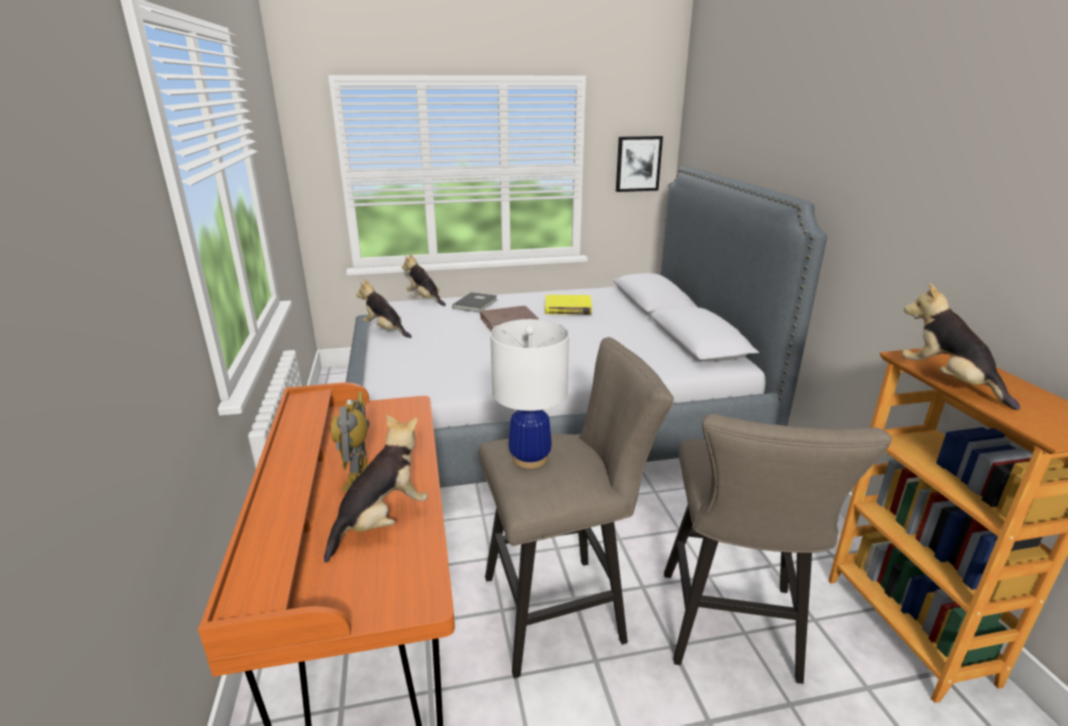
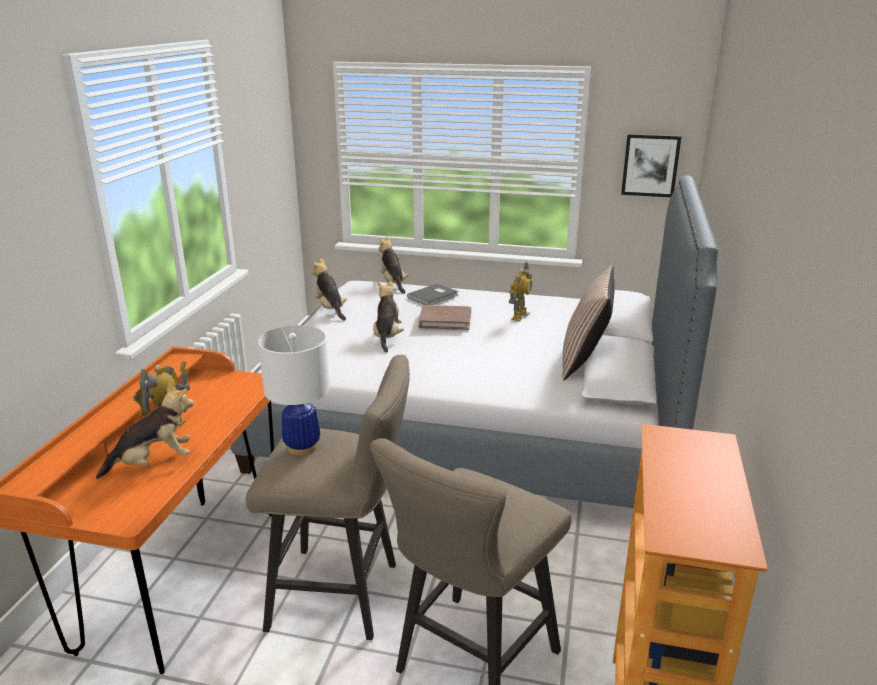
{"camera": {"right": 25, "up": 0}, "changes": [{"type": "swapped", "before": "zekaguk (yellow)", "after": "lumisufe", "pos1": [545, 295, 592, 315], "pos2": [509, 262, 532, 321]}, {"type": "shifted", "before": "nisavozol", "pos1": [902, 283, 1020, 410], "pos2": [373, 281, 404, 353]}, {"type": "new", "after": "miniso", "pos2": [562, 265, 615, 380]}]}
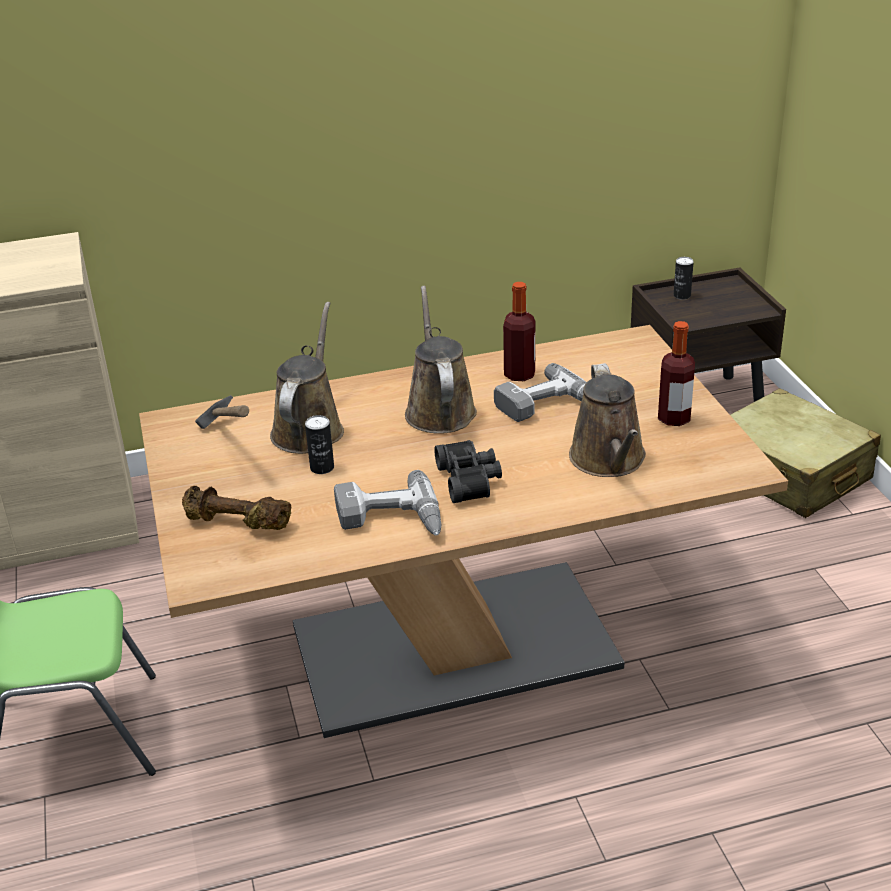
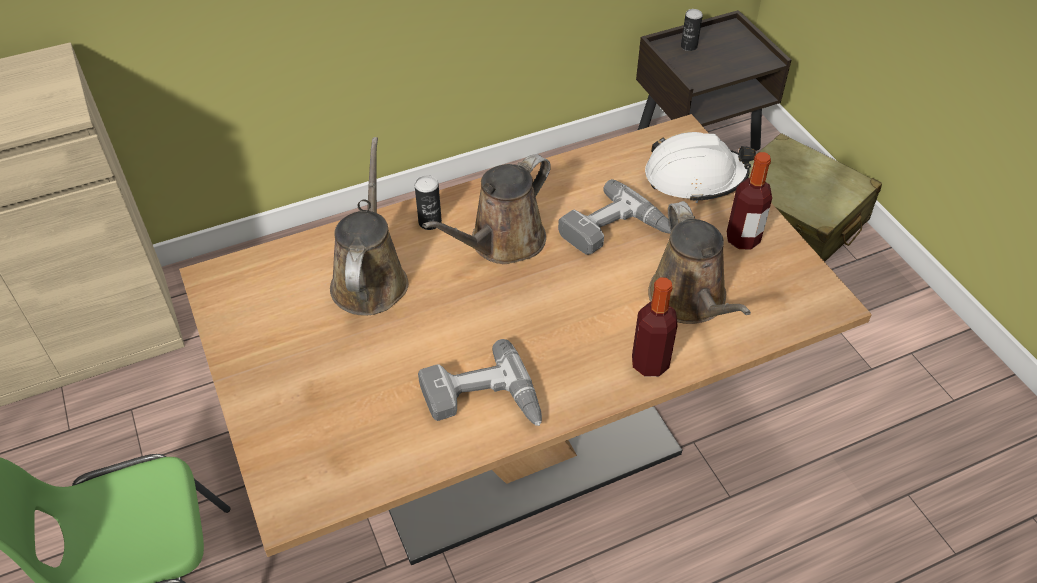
{"camera": {"right": -10, "up": 15}, "changes": [{"type": "gone", "before": "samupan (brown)", "pos1": [182, 486, 291, 530]}, {"type": "gone", "before": "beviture", "pos1": [195, 395, 249, 429]}, {"type": "shifted", "before": "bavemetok", "pos1": [305, 415, 334, 474], "pos2": [415, 175, 442, 230]}, {"type": "rotated", "before": "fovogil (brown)", "pos1": [405, 286, 477, 434], "pos2": [423, 154, 551, 264], "turn": -120}, {"type": "gone", "before": "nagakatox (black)", "pos1": [434, 440, 502, 503]}, {"type": "shifted", "before": "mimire", "pos1": [503, 282, 536, 381], "pos2": [632, 278, 678, 377]}, {"type": "new", "after": "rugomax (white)", "pos2": [645, 132, 756, 203]}]}
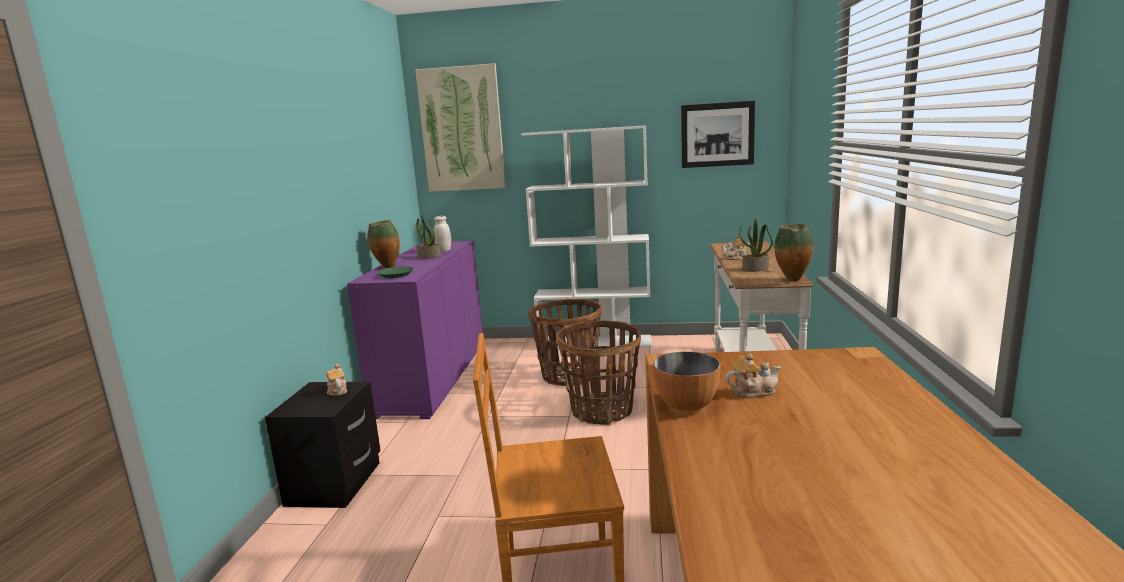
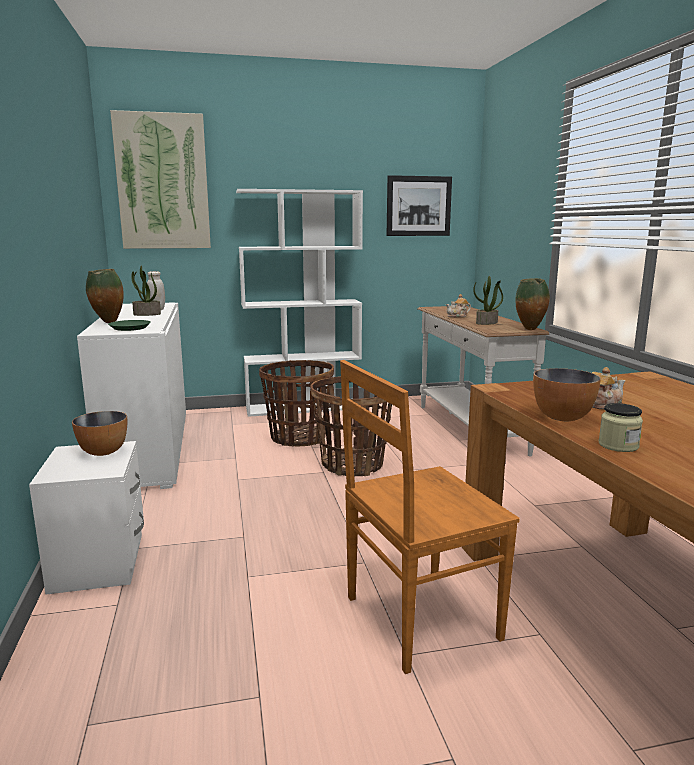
{"camera": {"right": -20, "up": 0}, "changes": [{"type": "repainted", "before": "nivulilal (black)", "after": "nivulilal (white)", "pos1": [265, 382, 381, 508], "pos2": [29, 441, 144, 595]}, {"type": "swapped", "before": "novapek", "after": "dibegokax", "pos1": [326, 363, 347, 396], "pos2": [72, 411, 127, 456]}, {"type": "repainted", "before": "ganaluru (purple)", "after": "ganaluru (white)", "pos1": [347, 241, 483, 419], "pos2": [77, 302, 186, 489]}, {"type": "new", "after": "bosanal", "pos2": [599, 403, 643, 452]}]}
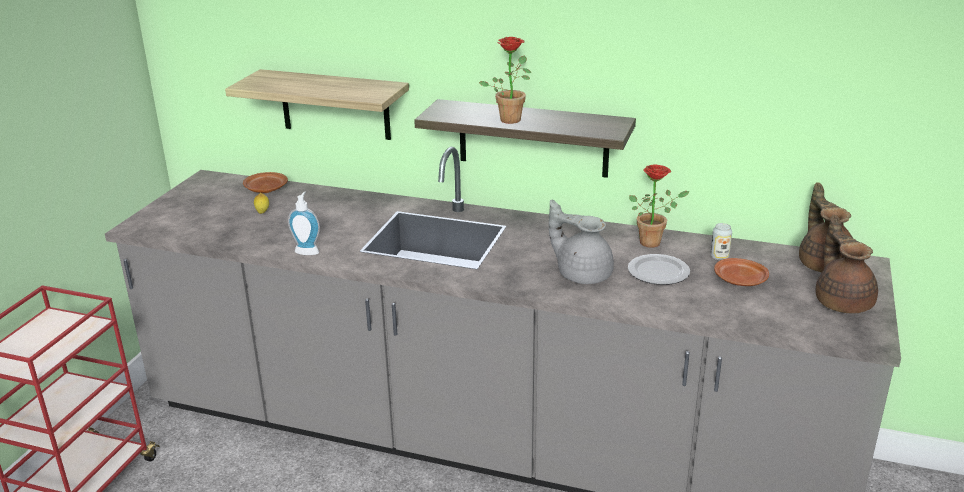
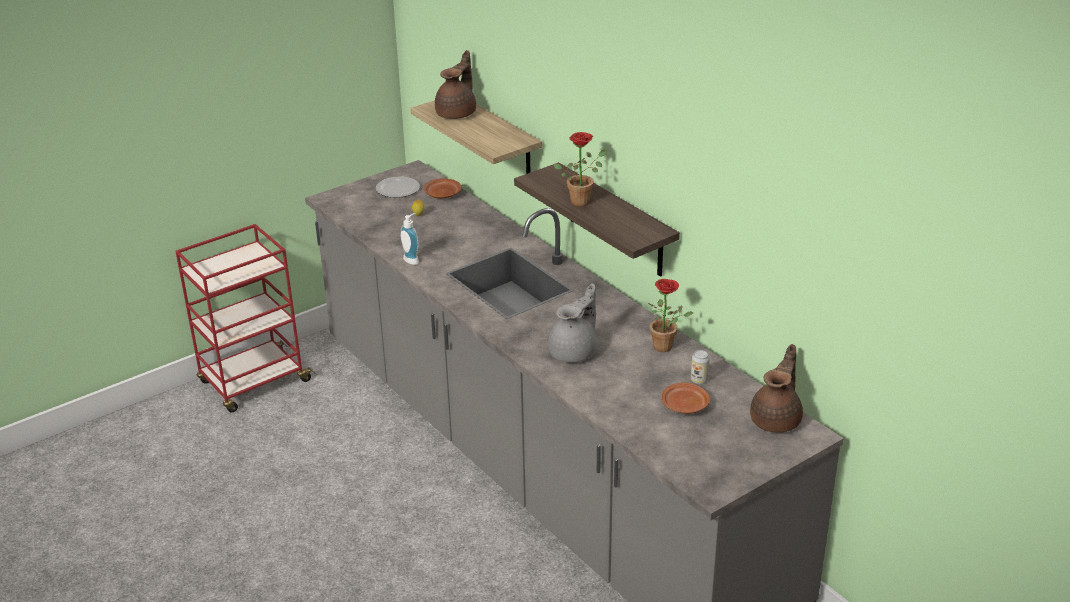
{"camera": {"right": 35, "up": 5}, "changes": [{"type": "rotated", "before": "novapek (grey)", "pos1": [549, 200, 614, 284], "pos2": [548, 283, 596, 363], "turn": 60}, {"type": "shifted", "before": "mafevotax", "pos1": [628, 254, 690, 285], "pos2": [376, 177, 420, 198]}, {"type": "shifted", "before": "novapek (brown)", "pos1": [815, 215, 878, 314], "pos2": [435, 50, 476, 119]}]}
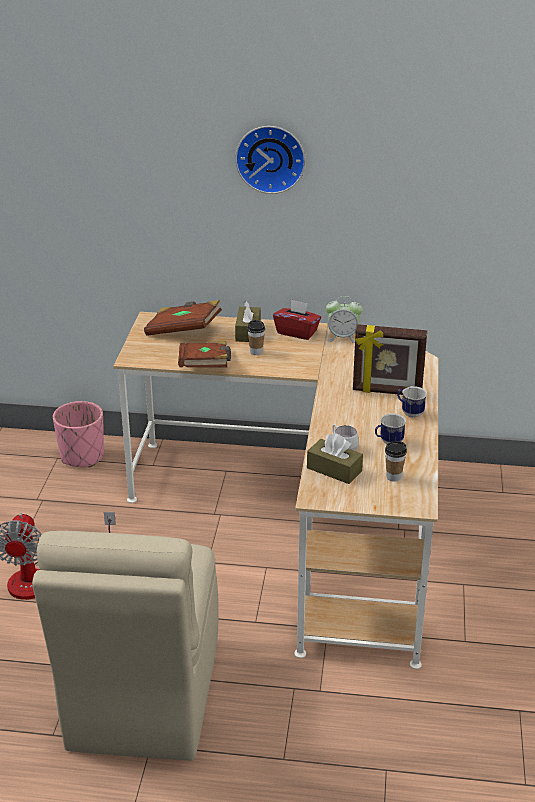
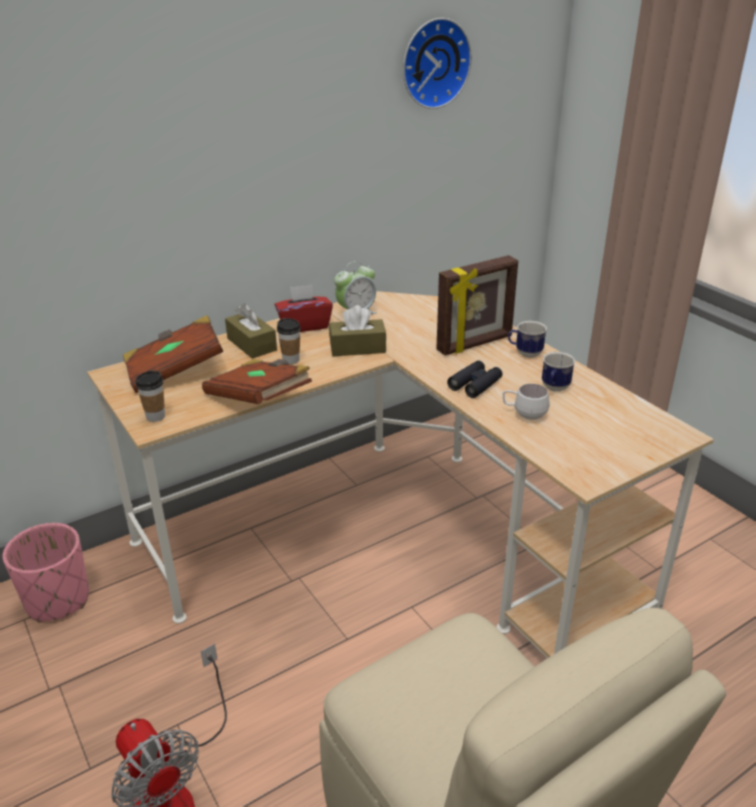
{"camera": {"right": -40, "up": 0}, "changes": [{"type": "shifted", "before": "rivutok", "pos1": [235, 126, 305, 194], "pos2": [403, 18, 472, 109]}, {"type": "shifted", "before": "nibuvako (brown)", "pos1": [307, 433, 363, 484], "pos2": [329, 305, 387, 356]}, {"type": "shifted", "before": "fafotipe", "pos1": [385, 441, 407, 482], "pos2": [136, 371, 165, 422]}, {"type": "new", "after": "nagakatox (black)", "pos2": [447, 360, 503, 398]}]}
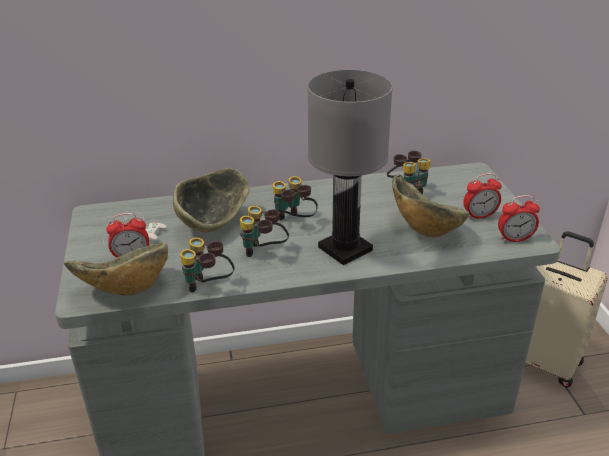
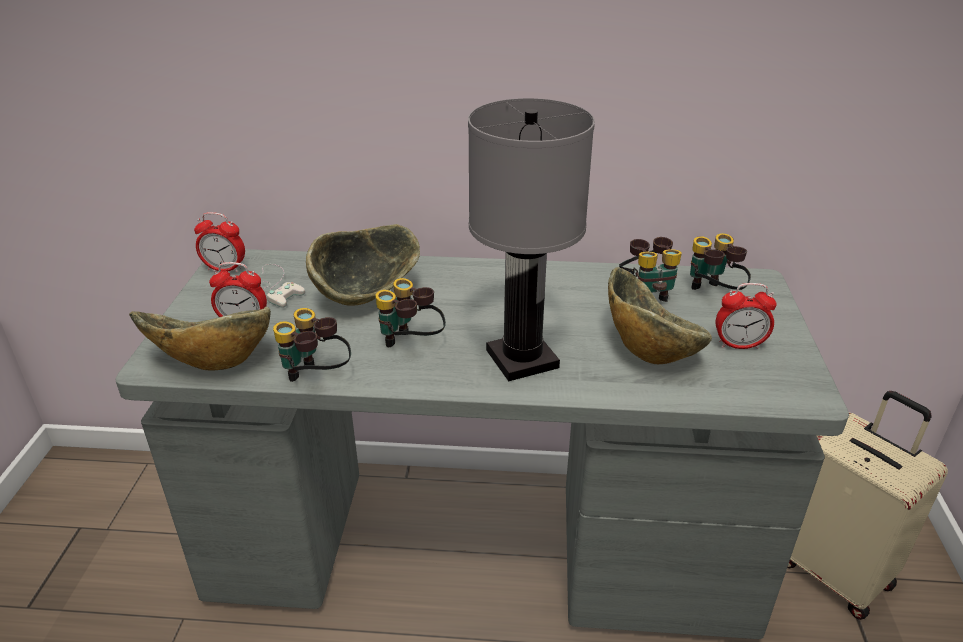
{"camera": {"right": 15, "up": 0}, "changes": [{"type": "shifted", "before": "nagakatox", "pos1": [273, 176, 318, 220], "pos2": [690, 233, 751, 290]}, {"type": "shifted", "before": "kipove", "pos1": [498, 195, 540, 242], "pos2": [194, 212, 245, 273]}]}
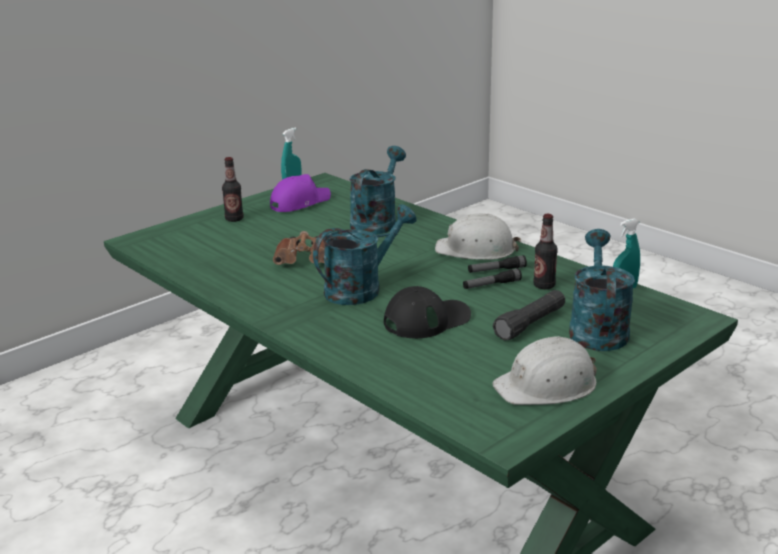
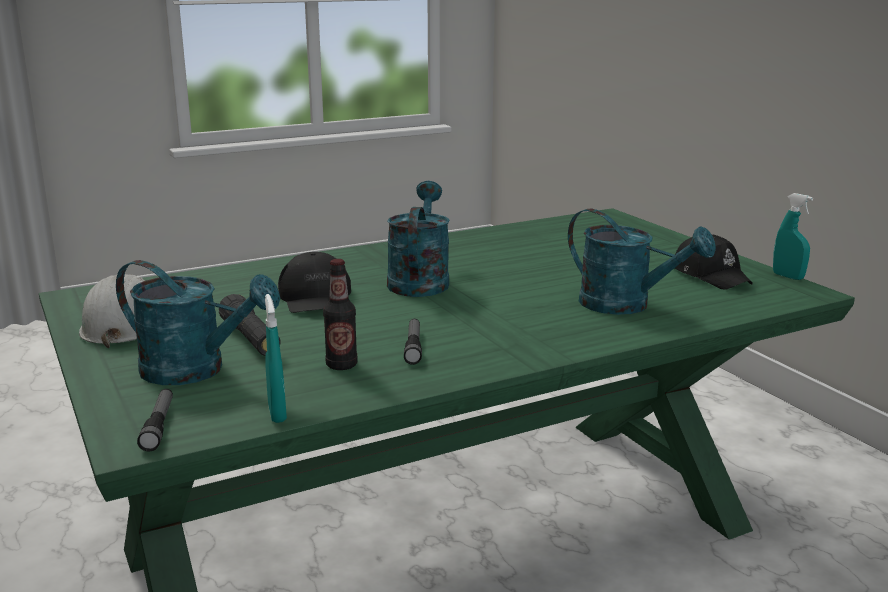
{"camera": {"right": 105, "up": -5}, "changes": [{"type": "gone", "before": "mimire", "pos1": [222, 157, 243, 222]}, {"type": "repainted", "before": "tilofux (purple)", "after": "tilofux (black)", "pos1": [270, 174, 331, 212], "pos2": [675, 234, 753, 290]}, {"type": "gone", "before": "nagakatox (brown)", "pos1": [273, 231, 325, 265]}, {"type": "rotated", "before": "fovogil (turquoise)", "pos1": [313, 205, 417, 305], "pos2": [387, 181, 450, 297], "turn": -150}, {"type": "gone", "before": "rugomax (white)", "pos1": [435, 213, 521, 260]}, {"type": "shifted", "before": "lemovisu", "pos1": [463, 268, 522, 289], "pos2": [137, 389, 173, 452]}]}
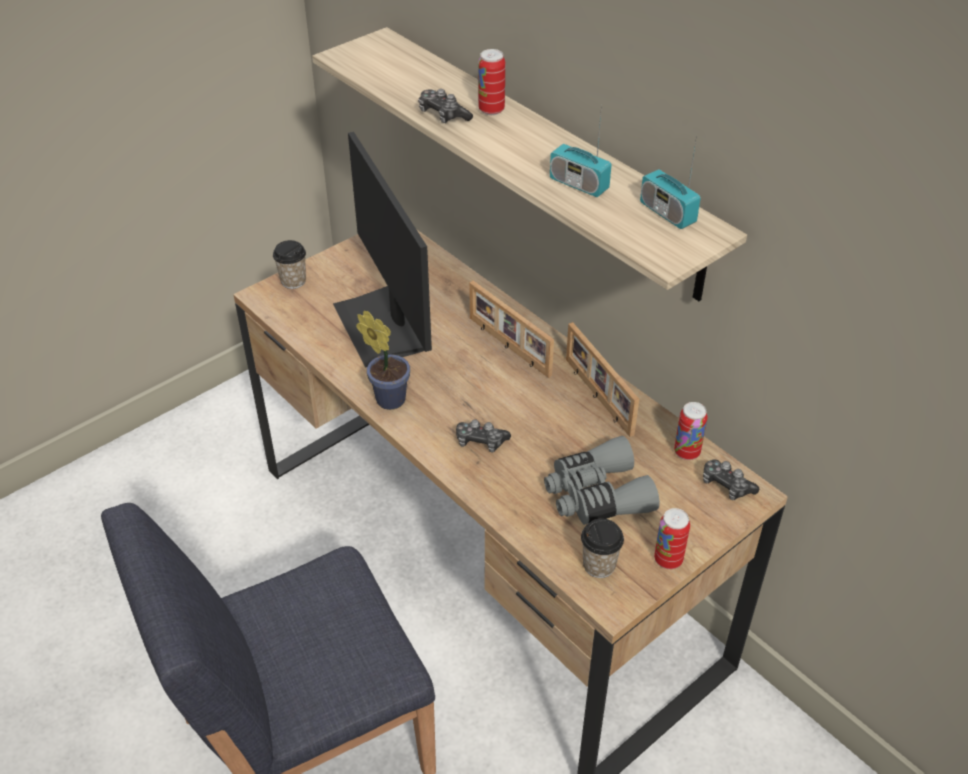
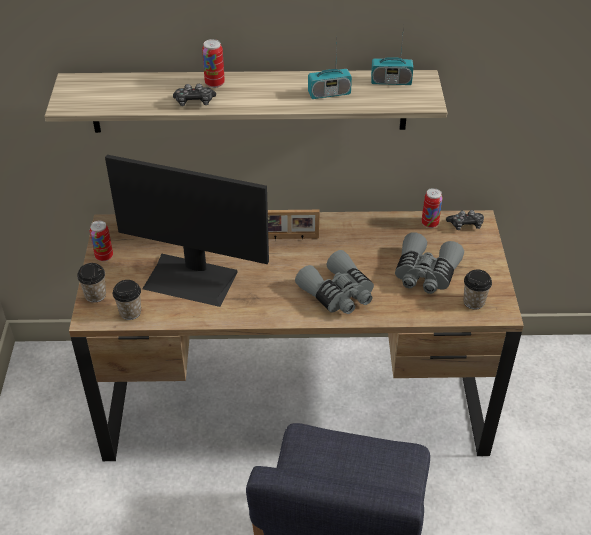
{"camera": {"right": -50, "up": 0}, "changes": [{"type": "gone", "before": "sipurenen", "pos1": [356, 310, 410, 410]}, {"type": "swapped", "before": "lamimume", "after": "nagakatox (grey)", "pos1": [456, 419, 511, 453], "pos2": [295, 250, 374, 314]}, {"type": "gone", "before": "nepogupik", "pos1": [566, 322, 639, 437]}, {"type": "shifted", "before": "bavemetok", "pos1": [654, 508, 690, 569], "pos2": [90, 221, 113, 261]}, {"type": "new", "after": "fafotipe", "pos2": [113, 280, 141, 320]}]}
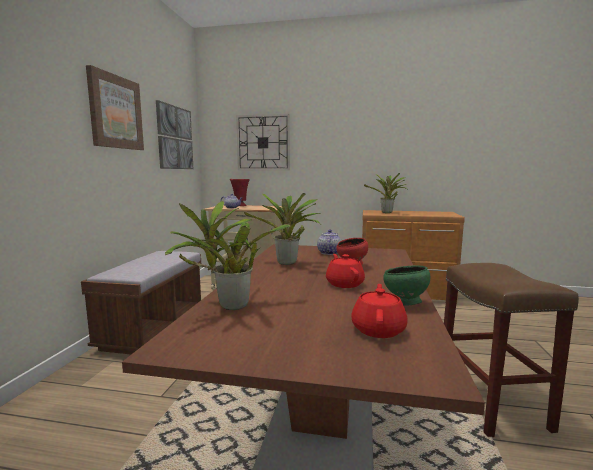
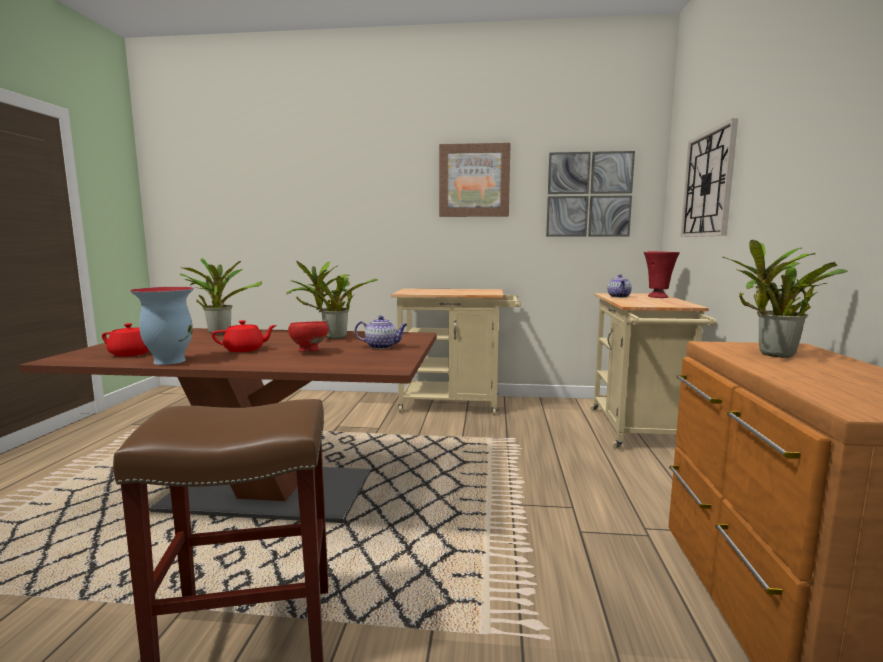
{"camera": {"right": 85, "up": 0}, "changes": [{"type": "swapped", "before": "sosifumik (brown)", "after": "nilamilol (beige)", "pos1": [81, 251, 201, 354], "pos2": [391, 288, 521, 416]}, {"type": "swapped", "before": "dibegokax (green)", "after": "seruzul", "pos1": [383, 265, 430, 306], "pos2": [130, 287, 194, 365]}]}
